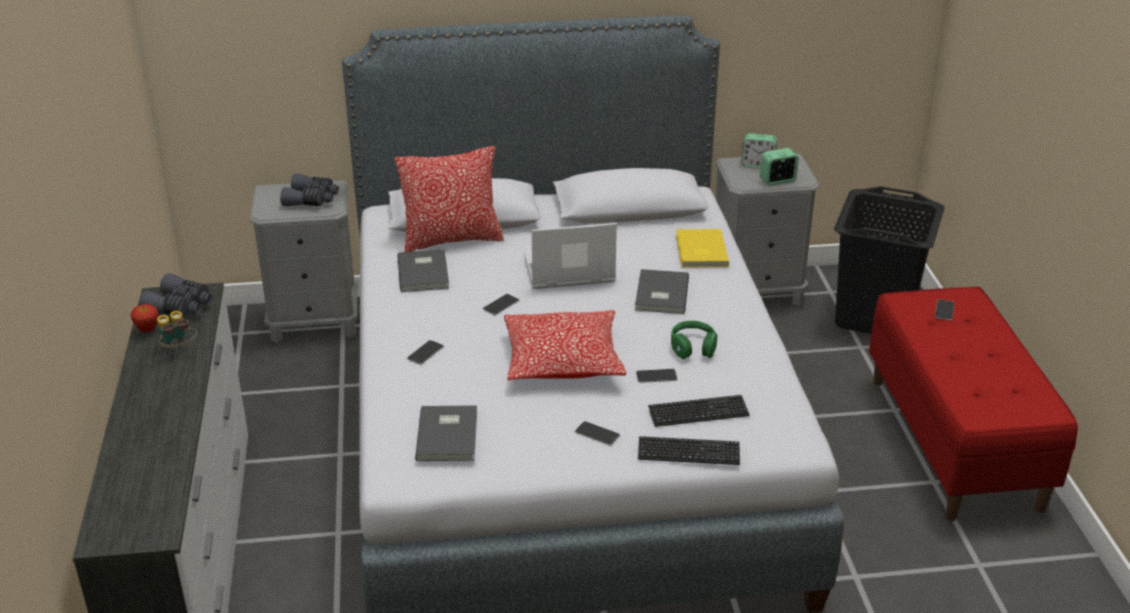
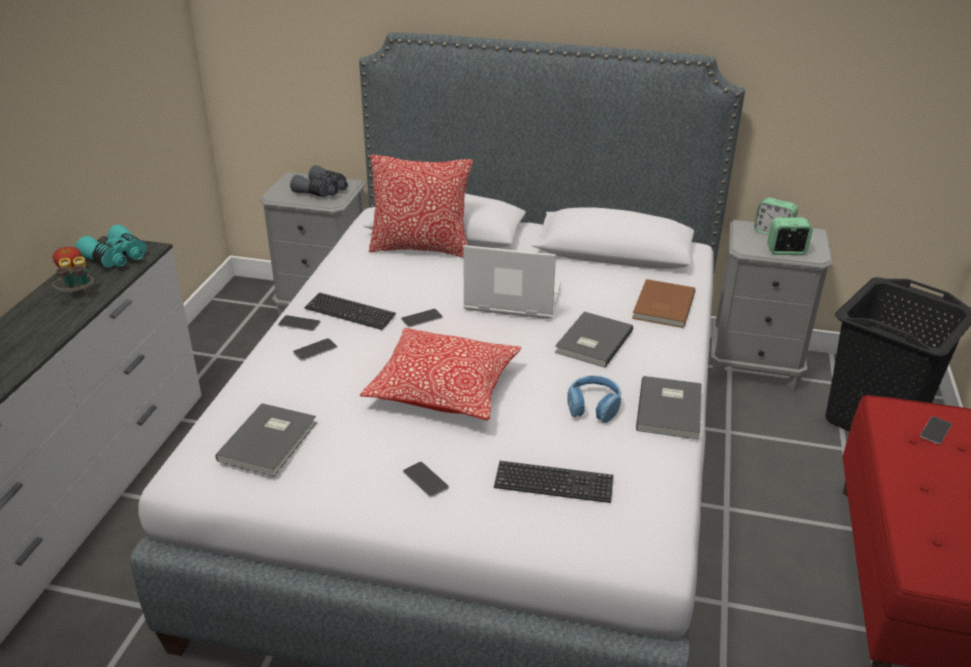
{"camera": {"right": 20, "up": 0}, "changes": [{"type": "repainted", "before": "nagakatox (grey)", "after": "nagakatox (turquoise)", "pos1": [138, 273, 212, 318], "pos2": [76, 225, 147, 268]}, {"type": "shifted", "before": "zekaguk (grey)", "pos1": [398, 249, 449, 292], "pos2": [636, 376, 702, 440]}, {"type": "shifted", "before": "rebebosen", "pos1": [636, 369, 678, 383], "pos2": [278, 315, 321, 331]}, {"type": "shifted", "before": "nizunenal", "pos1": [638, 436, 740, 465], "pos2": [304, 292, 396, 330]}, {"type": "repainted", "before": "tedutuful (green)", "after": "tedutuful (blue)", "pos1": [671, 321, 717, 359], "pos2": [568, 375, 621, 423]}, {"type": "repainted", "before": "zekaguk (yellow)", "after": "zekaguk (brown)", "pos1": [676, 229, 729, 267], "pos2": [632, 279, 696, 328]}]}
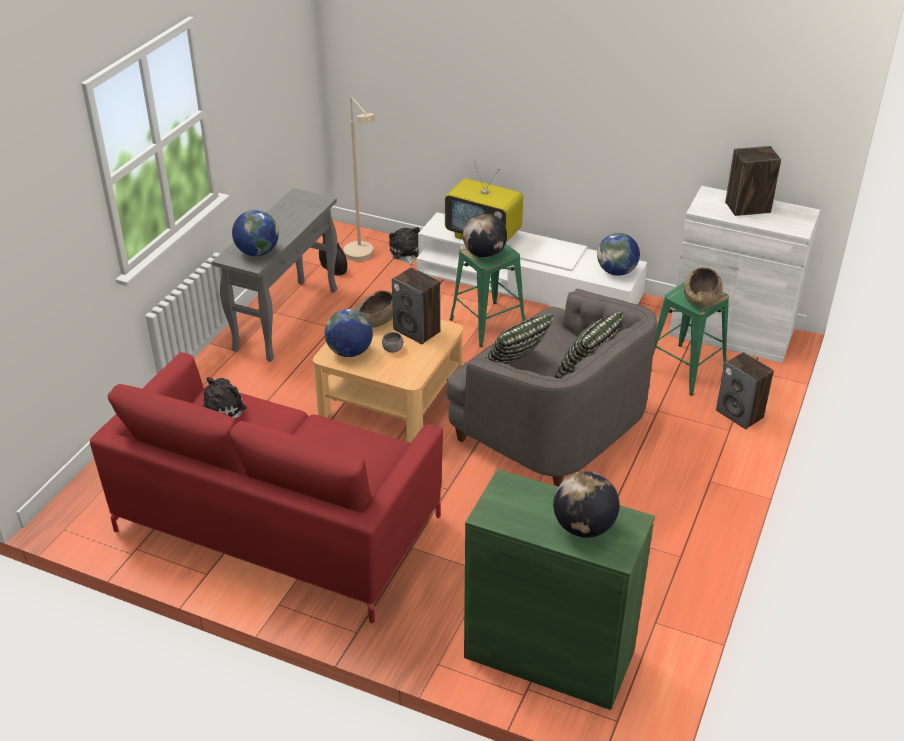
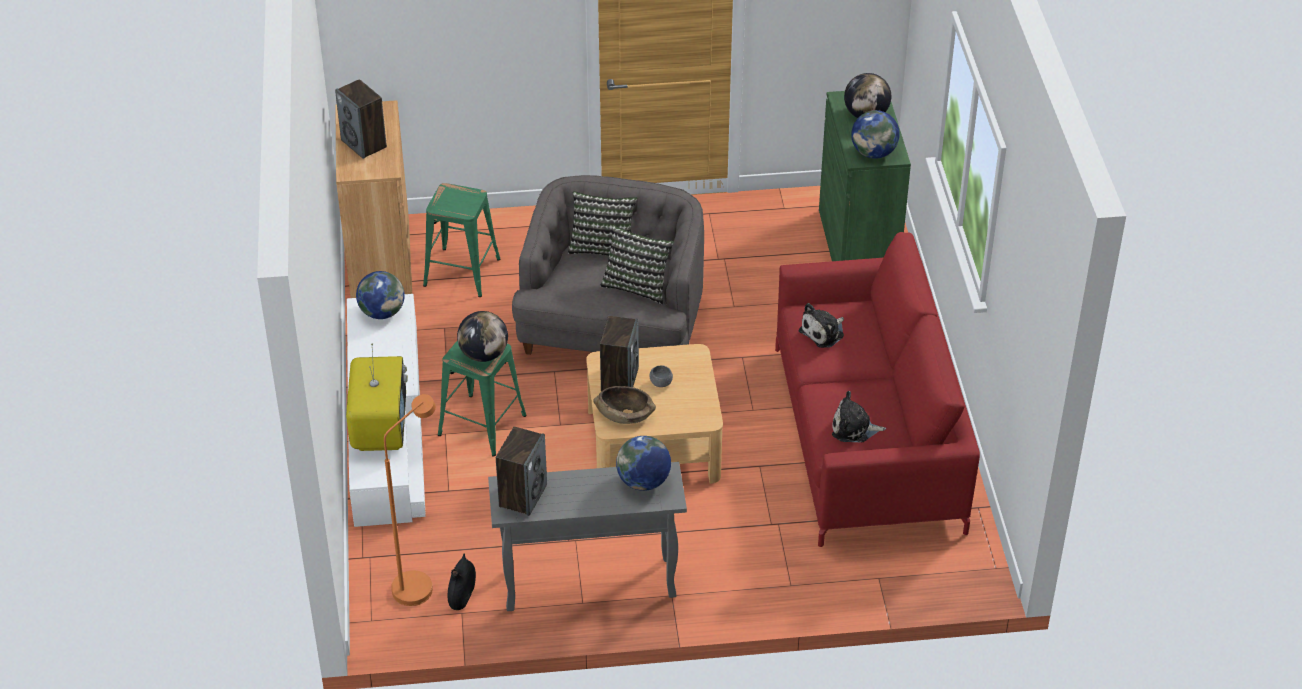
{"camera": {"right": -120, "up": 5}, "changes": [{"type": "shifted", "before": "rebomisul", "pos1": [325, 309, 373, 357], "pos2": [851, 110, 900, 159]}, {"type": "repainted", "before": "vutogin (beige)", "after": "vutogin (orange)", "pos1": [344, 97, 375, 261], "pos2": [384, 394, 436, 606]}, {"type": "shifted", "before": "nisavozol", "pos1": [389, 227, 420, 265], "pos2": [799, 303, 844, 348]}, {"type": "repainted", "before": "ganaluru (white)", "after": "ganaluru (brown)", "pos1": [669, 186, 820, 363], "pos2": [335, 100, 412, 298]}, {"type": "gone", "before": "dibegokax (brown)", "pos1": [684, 267, 723, 307]}, {"type": "shifted", "before": "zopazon", "pos1": [716, 352, 774, 429], "pos2": [496, 427, 547, 516]}]}
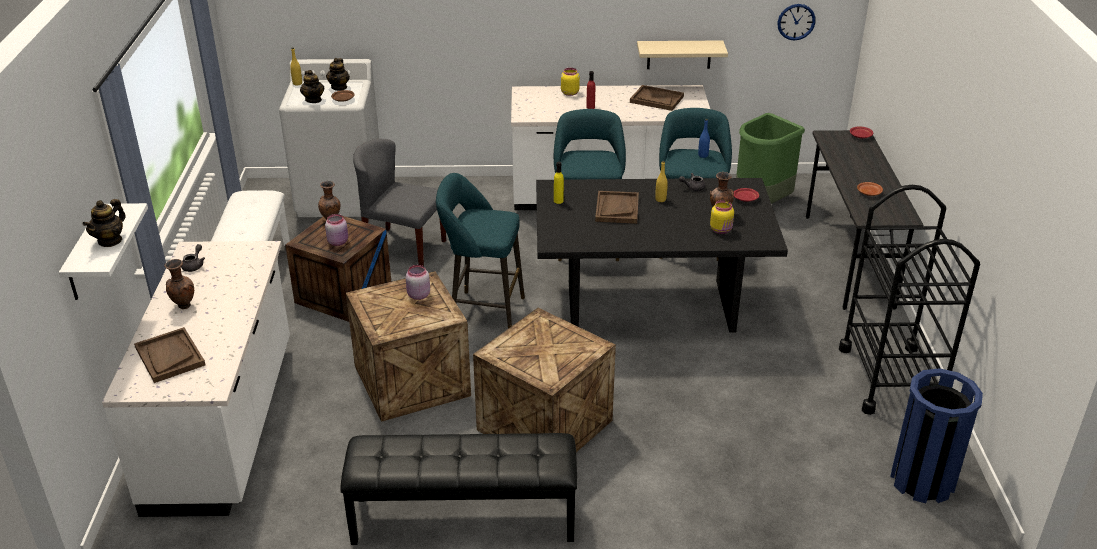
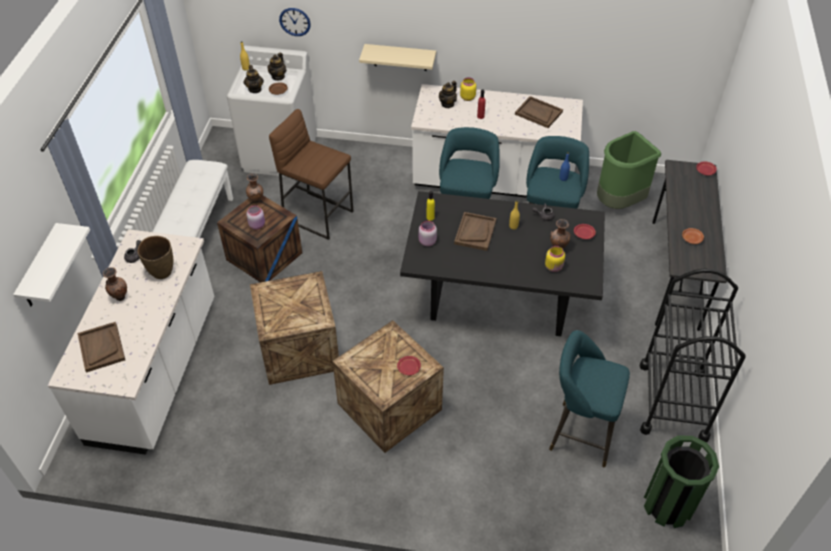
{"camera": {"right": 10, "up": 15}, "changes": [{"type": "shifted", "before": "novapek", "pos1": [82, 199, 126, 247], "pos2": [439, 81, 457, 108]}, {"type": "gone", "before": "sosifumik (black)", "pos1": [340, 433, 577, 545]}, {"type": "swapped", "before": "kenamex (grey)", "after": "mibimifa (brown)", "pos1": [353, 139, 446, 266], "pos2": [269, 109, 354, 240]}, {"type": "shifted", "before": "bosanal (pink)", "pos1": [406, 265, 430, 300], "pos2": [419, 220, 437, 246]}, {"type": "shifted", "before": "mibimifa (turquoise)", "pos1": [436, 173, 525, 329], "pos2": [549, 330, 630, 467]}, {"type": "shifted", "before": "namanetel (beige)", "pos1": [637, 41, 728, 69], "pos2": [359, 44, 436, 71]}, {"type": "shifted", "before": "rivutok", "pos1": [777, 4, 816, 41], "pos2": [279, 8, 311, 36]}, {"type": "repainted", "before": "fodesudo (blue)", "after": "fodesudo (green)", "pos1": [890, 368, 983, 503], "pos2": [644, 436, 719, 528]}, {"type": "new", "after": "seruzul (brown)", "pos2": [137, 236, 173, 279]}, {"type": "new", "after": "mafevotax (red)", "pos2": [397, 356, 421, 375]}]}
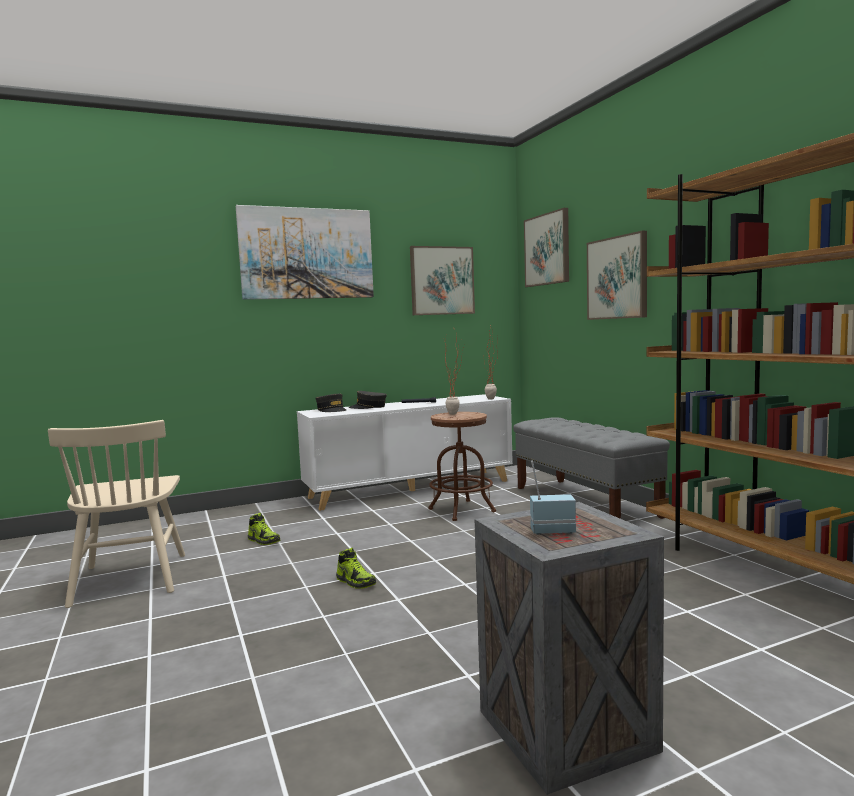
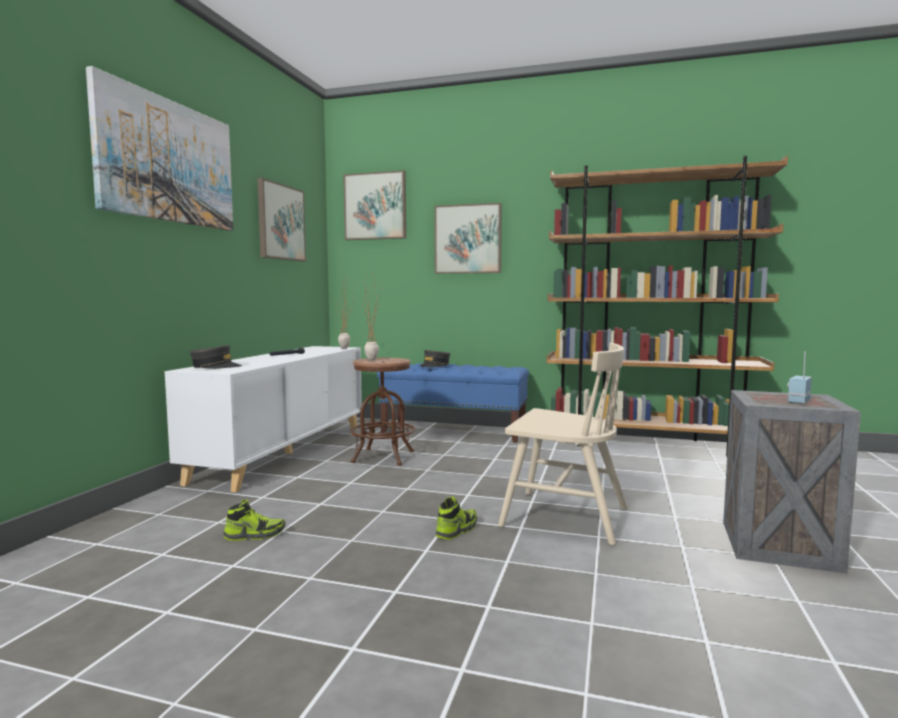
{"camera": {"right": -50, "up": 0}, "changes": [{"type": "shifted", "before": "kenamex (beige)", "pos1": [48, 420, 185, 608], "pos2": [498, 343, 627, 545]}, {"type": "rotated", "before": "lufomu", "pos1": [336, 547, 376, 589], "pos2": [436, 497, 477, 540], "turn": -45}, {"type": "shifted", "before": "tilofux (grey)", "pos1": [348, 391, 387, 409], "pos2": [420, 350, 450, 367]}, {"type": "repainted", "before": "sosifumik (grey)", "after": "sosifumik (blue)", "pos1": [513, 417, 670, 519], "pos2": [377, 363, 529, 443]}]}
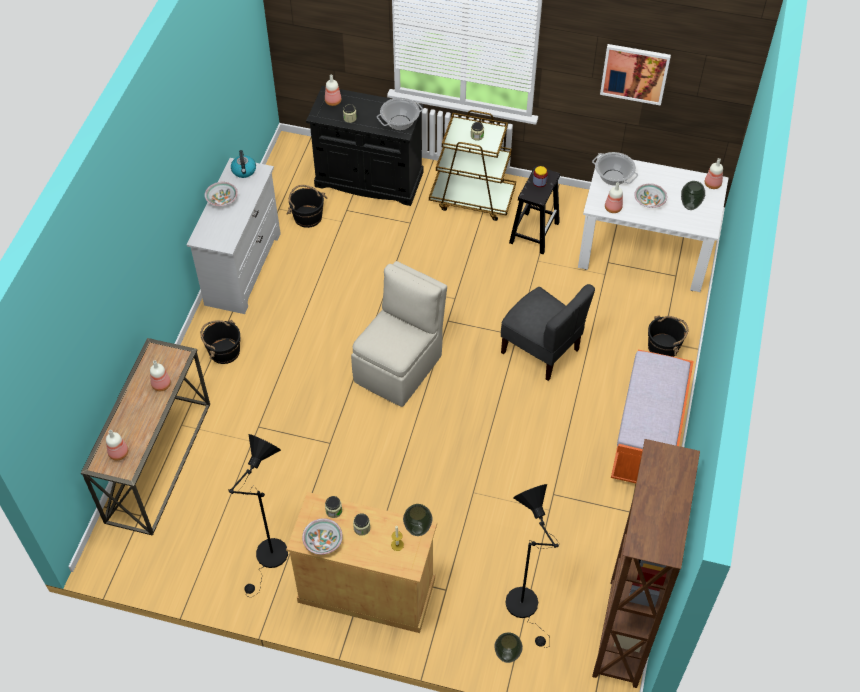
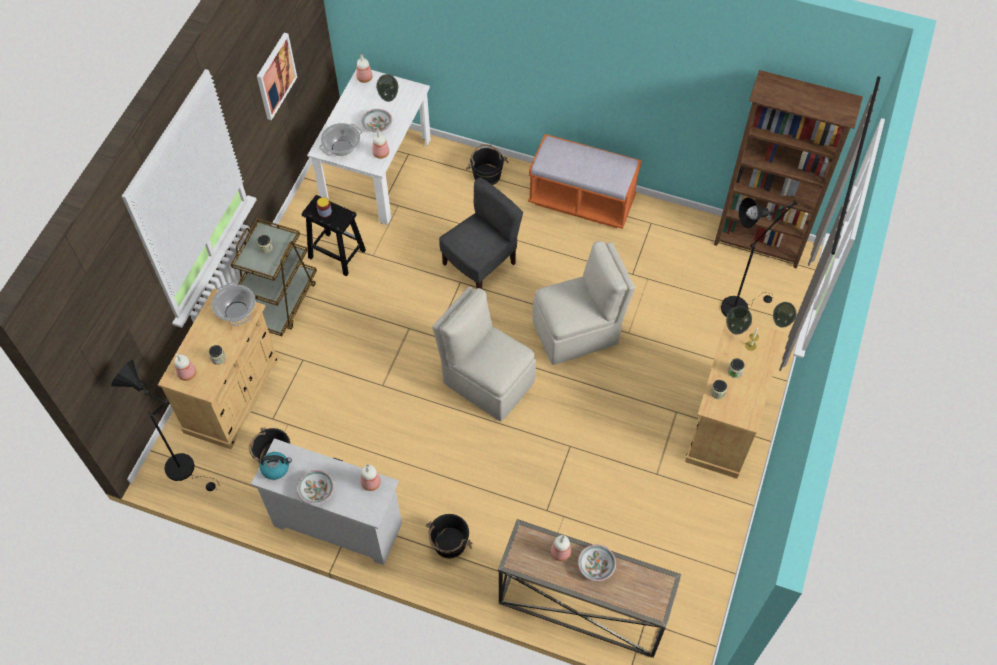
{"camera": {"right": -85, "up": 5}, "changes": [{"type": "shifted", "before": "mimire", "pos1": [106, 430, 128, 461], "pos2": [361, 464, 381, 491]}, {"type": "shifted", "before": "vutogin (black)", "pos1": [227, 434, 288, 598], "pos2": [111, 360, 220, 491]}, {"type": "shifted", "before": "dibegokax", "pos1": [302, 518, 343, 555], "pos2": [578, 545, 616, 581]}, {"type": "repainted", "before": "ganaluru (black)", "after": "ganaluru (beige)", "pos1": [306, 86, 424, 206], "pos2": [158, 288, 279, 449]}, {"type": "new", "after": "kenamex (beige)", "pos2": [532, 241, 635, 365]}]}
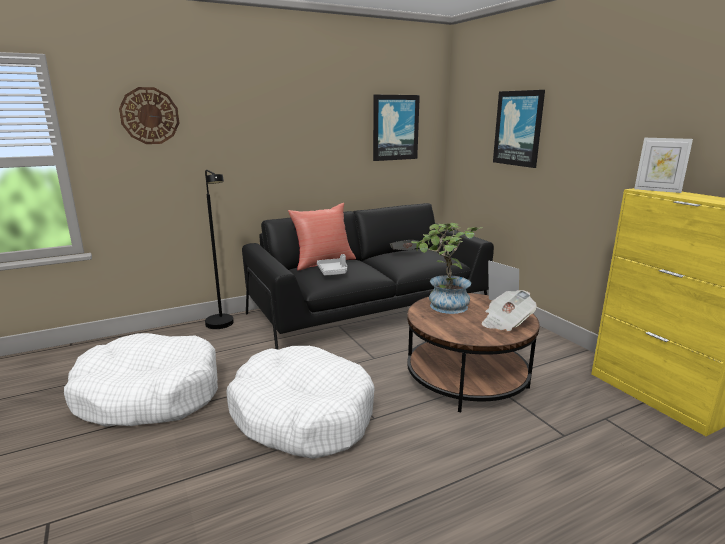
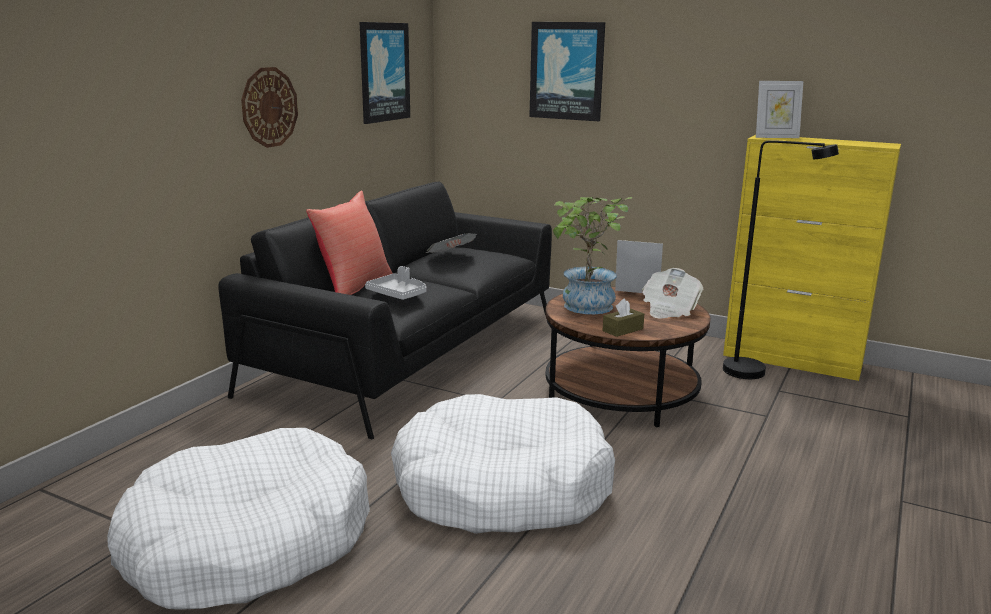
{"camera": {"right": -35, "up": 0}, "changes": [{"type": "shifted", "before": "rivutok", "pos1": [119, 87, 179, 144], "pos2": [241, 67, 298, 148]}, {"type": "shifted", "before": "vutogin (black)", "pos1": [205, 170, 234, 329], "pos2": [723, 140, 839, 379]}, {"type": "new", "after": "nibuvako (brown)", "pos2": [603, 299, 644, 337]}]}
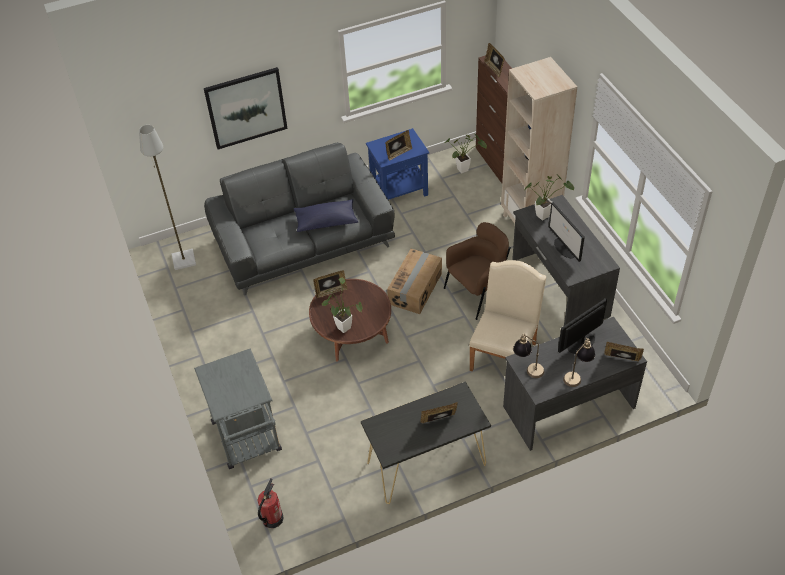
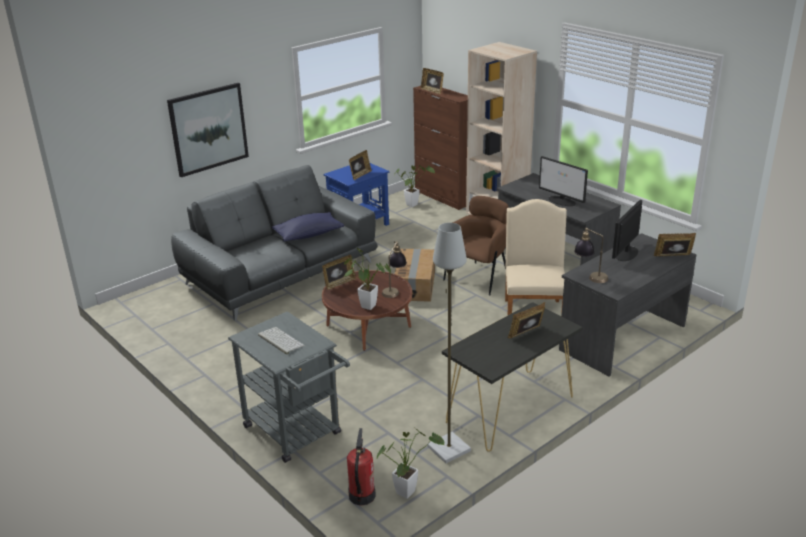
{"camera": {"right": -20, "up": -20}, "changes": [{"type": "shifted", "before": "vutogin (grey)", "pos1": [139, 125, 196, 270], "pos2": [427, 223, 471, 464]}, {"type": "shifted", "before": "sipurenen", "pos1": [524, 176, 574, 220], "pos2": [377, 428, 445, 499]}, {"type": "shifted", "before": "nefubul", "pos1": [563, 337, 595, 387], "pos2": [382, 241, 407, 298]}, {"type": "new", "after": "nizunenal", "pos2": [258, 327, 305, 355]}]}
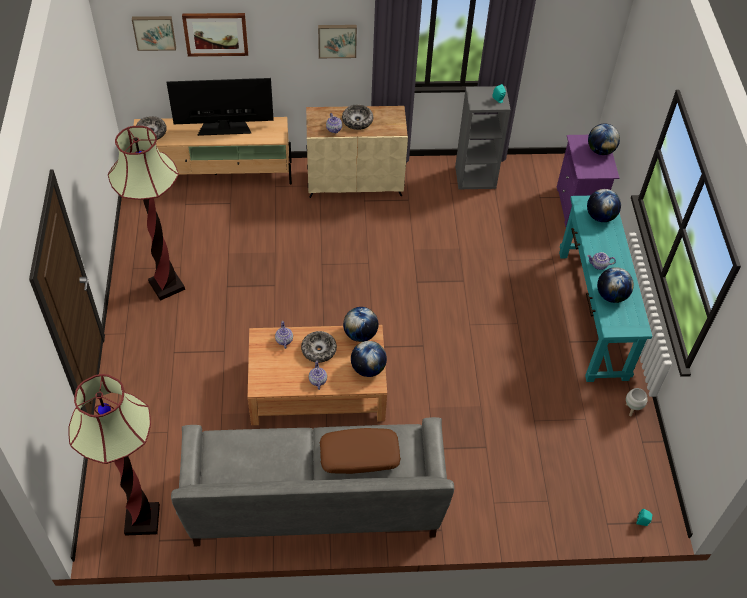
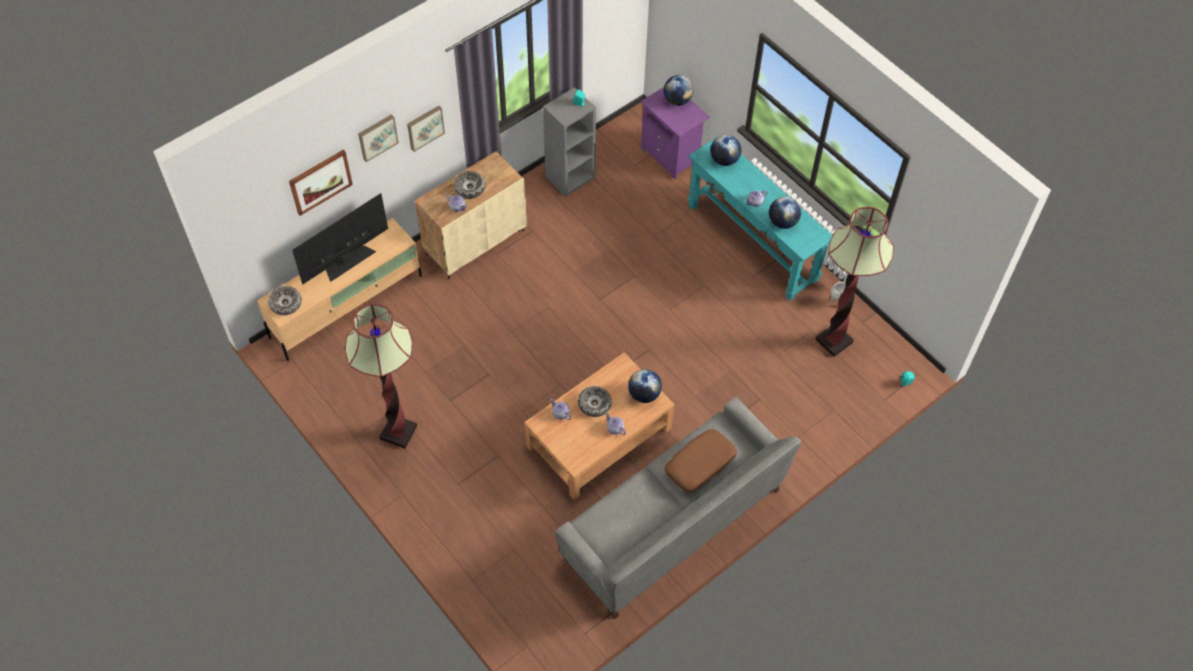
{"camera": {"right": -35, "up": 5}, "changes": [{"type": "shifted", "before": "vutogin", "pos1": [69, 374, 160, 536], "pos2": [815, 207, 894, 357]}, {"type": "shifted", "before": "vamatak", "pos1": [132, 16, 176, 51], "pos2": [358, 114, 399, 162]}, {"type": "gone", "before": "rebomisul", "pos1": [343, 307, 378, 342]}]}
